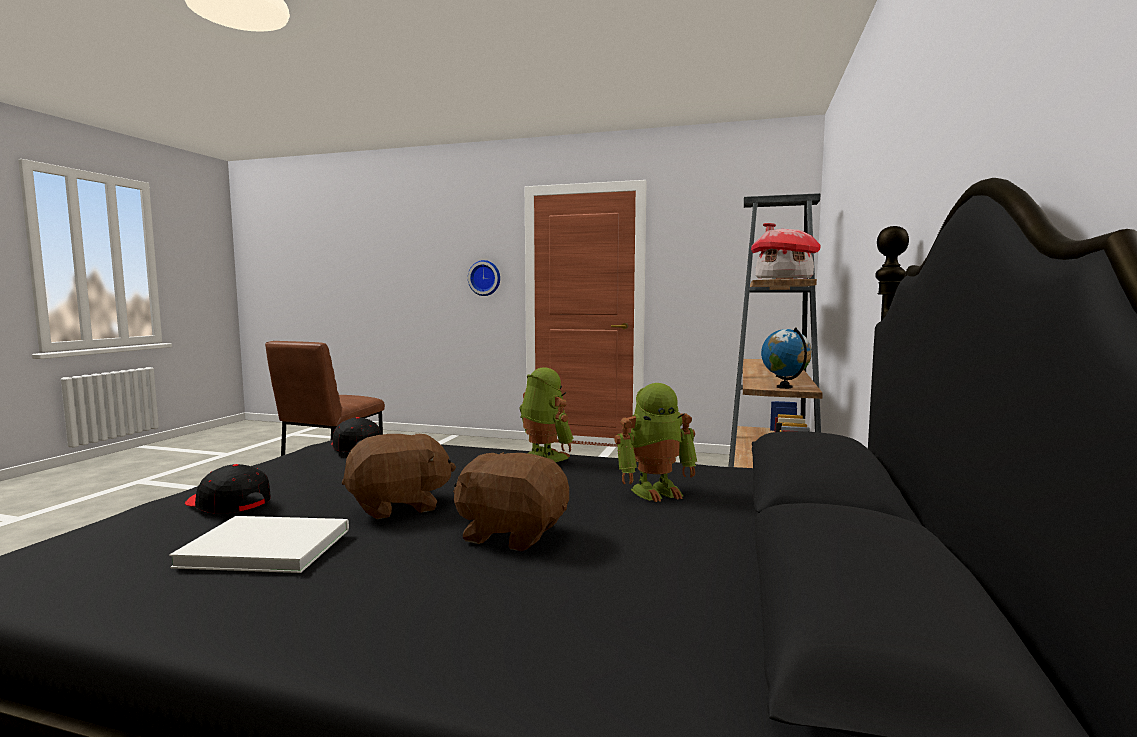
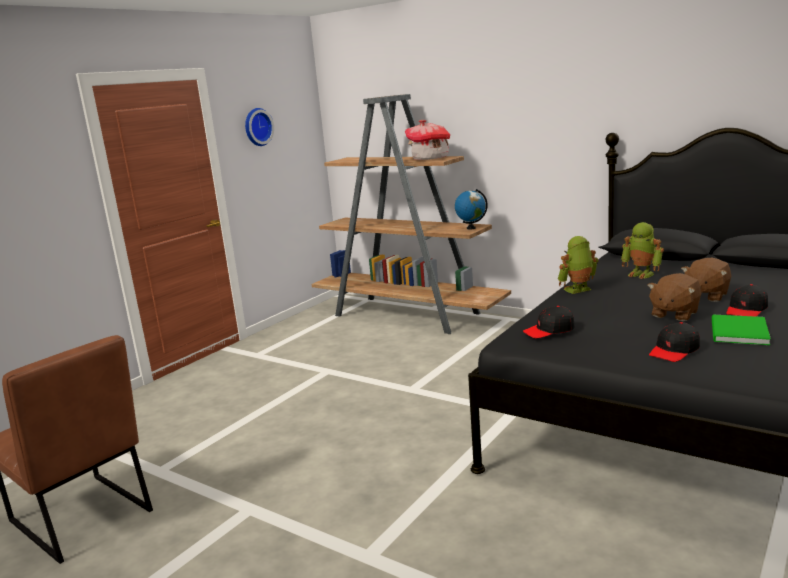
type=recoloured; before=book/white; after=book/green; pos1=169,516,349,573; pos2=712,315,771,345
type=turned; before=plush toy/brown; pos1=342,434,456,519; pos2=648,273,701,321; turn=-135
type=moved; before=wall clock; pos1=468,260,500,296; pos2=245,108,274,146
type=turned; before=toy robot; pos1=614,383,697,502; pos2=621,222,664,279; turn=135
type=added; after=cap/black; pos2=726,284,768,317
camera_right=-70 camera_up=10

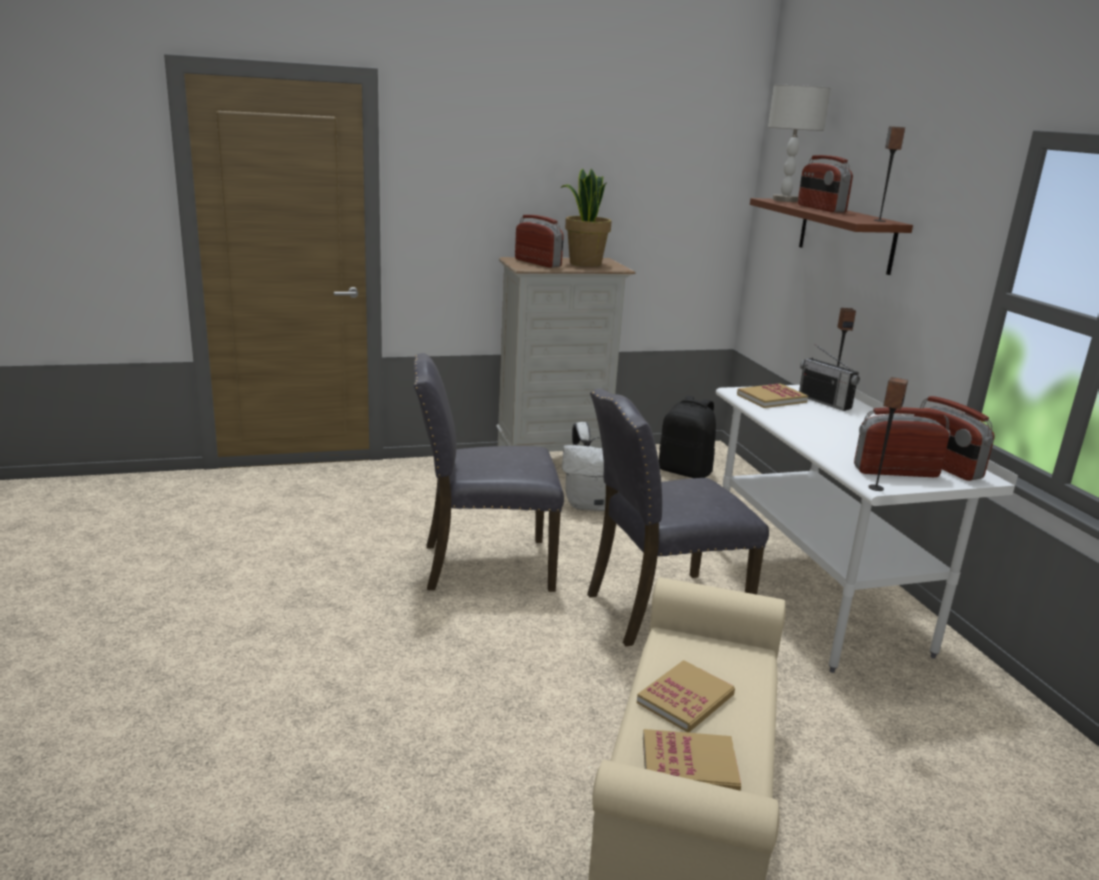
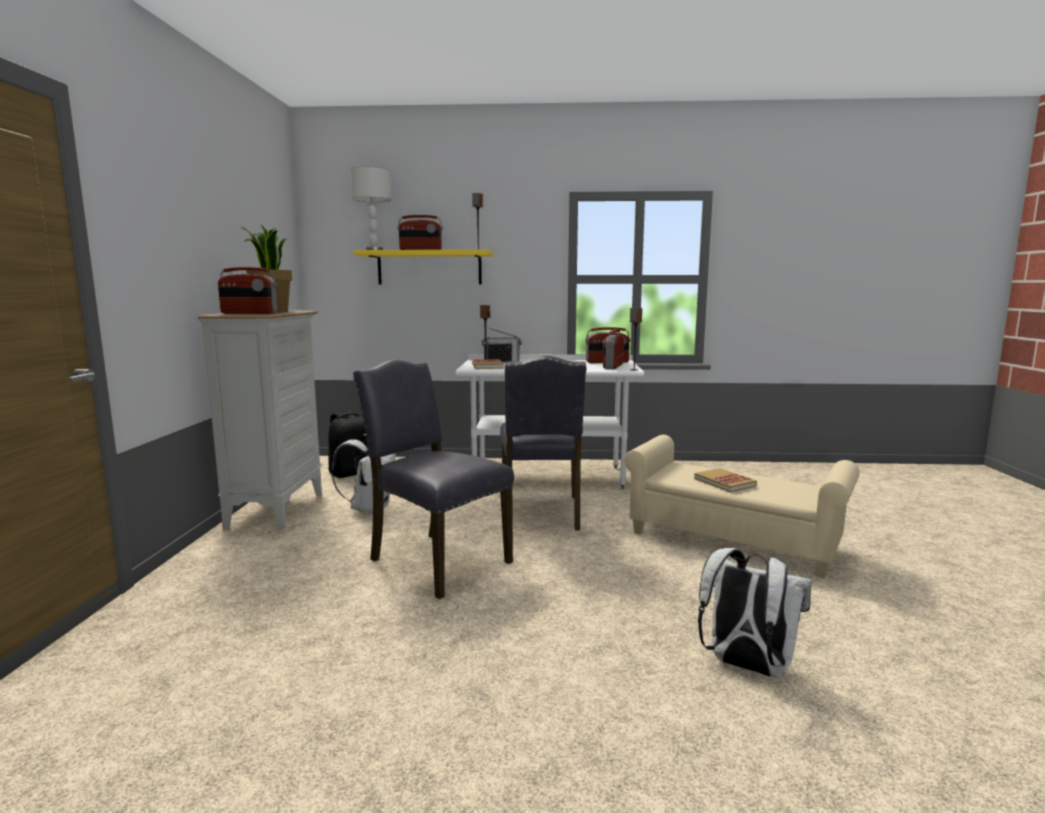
type=turned; before=chair/grey; pos1=414,353,564,592; pos2=353,360,514,599; turn=120
type=turned; before=radio; pos1=515,215,564,268; pos2=218,267,278,314; turn=-150
type=removed; before=book; pos1=643,729,741,791
type=recoloured; before=shelf/brown; after=shelf/yellow; pos1=750,198,913,275; pos2=354,250,493,285
type=added; after=backpack/white; pos2=698,548,812,677
camera_right=-70 camera_up=-10

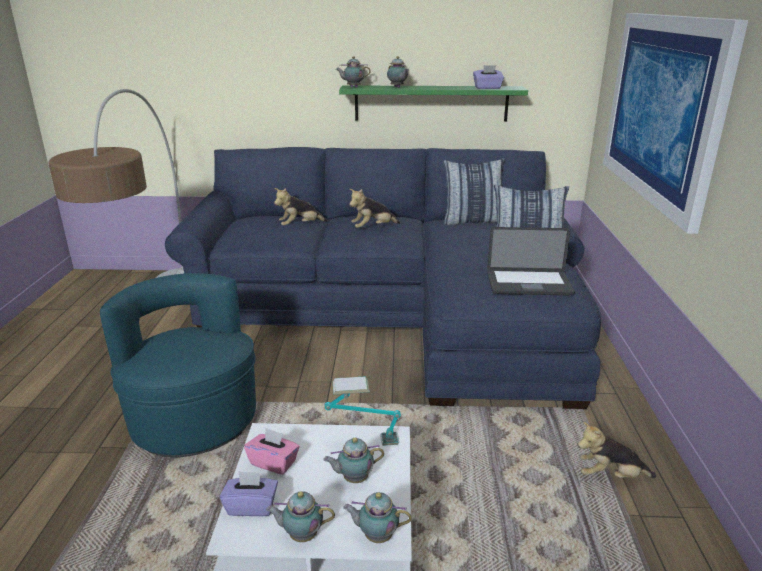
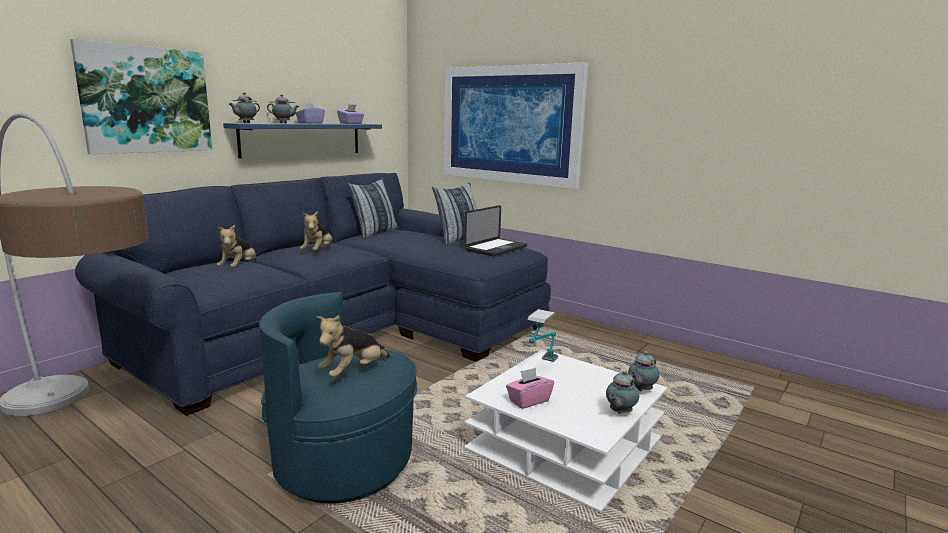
type=moved; before=tissue box/purple; pos1=220,471,278,516; pos2=295,103,325,124
type=removed; before=teapot; pos1=323,437,384,483
type=recoloured; before=shelf/green; after=shelf/blue; pos1=339,85,528,121; pos2=223,123,382,159
type=moved; before=plush toy; pos1=578,422,656,478; pos2=316,315,390,377
type=added; after=picture; pos2=70,39,212,154
camera_right=-55 camera_up=-10

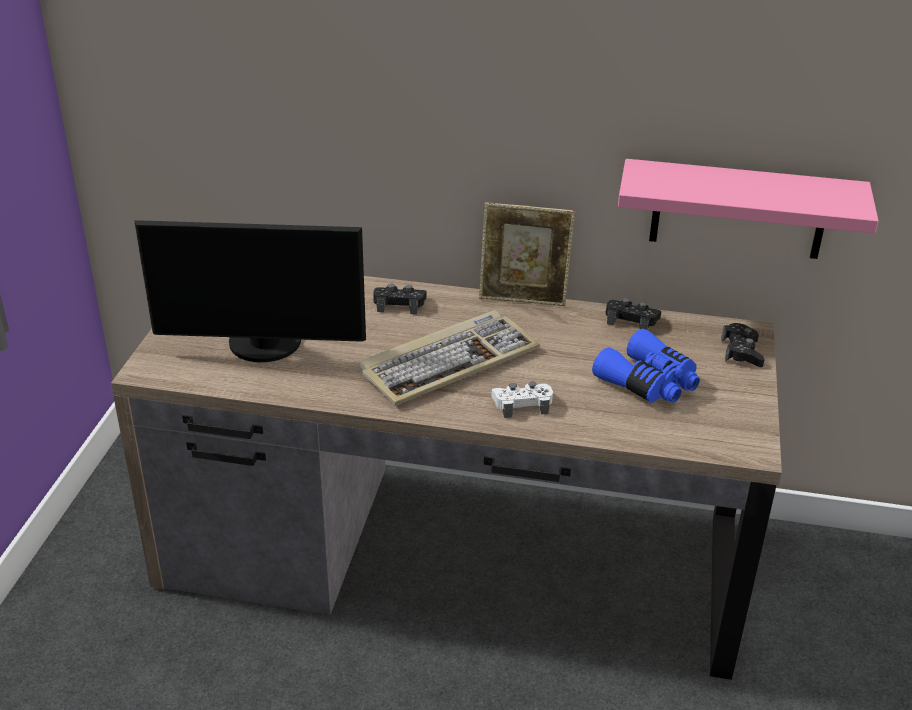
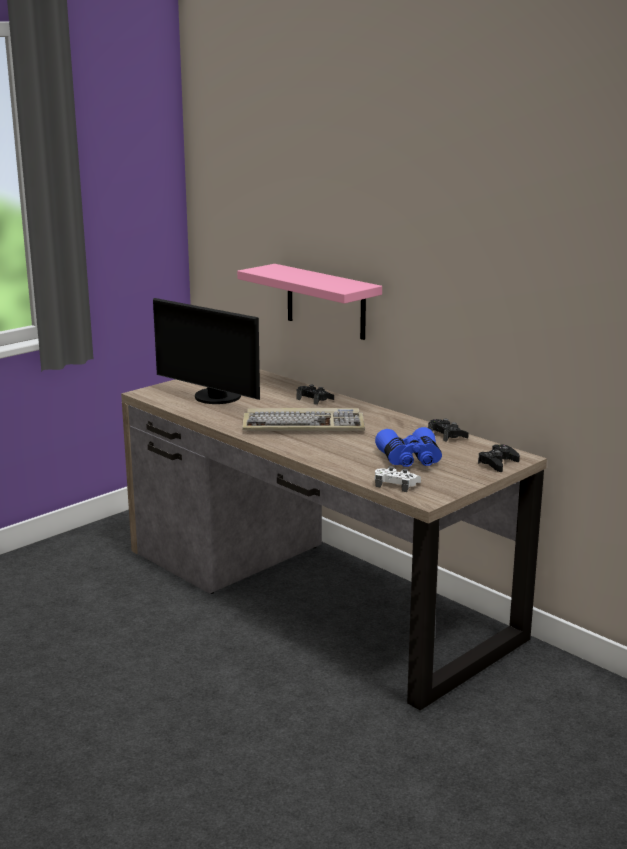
type=removed; before=picture frame; pos1=479,202,575,306
type=moved; before=game controller/white; pos1=491,382,553,418; pos2=375,466,421,492
type=moved; before=shelf/pink; pos1=618,159,878,259; pos2=237,264,382,340
camera_right=35 camera_up=-15

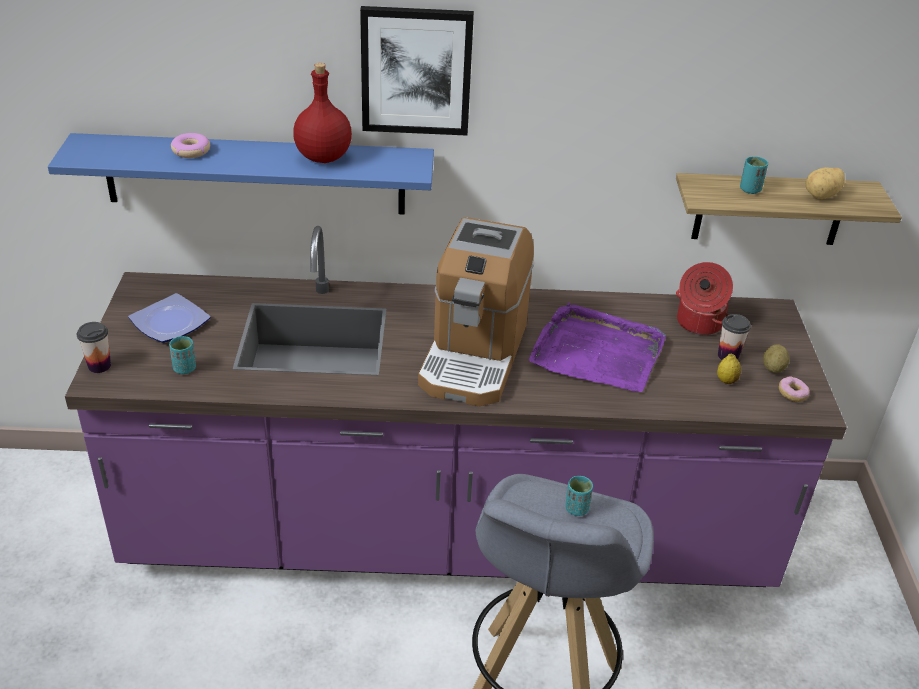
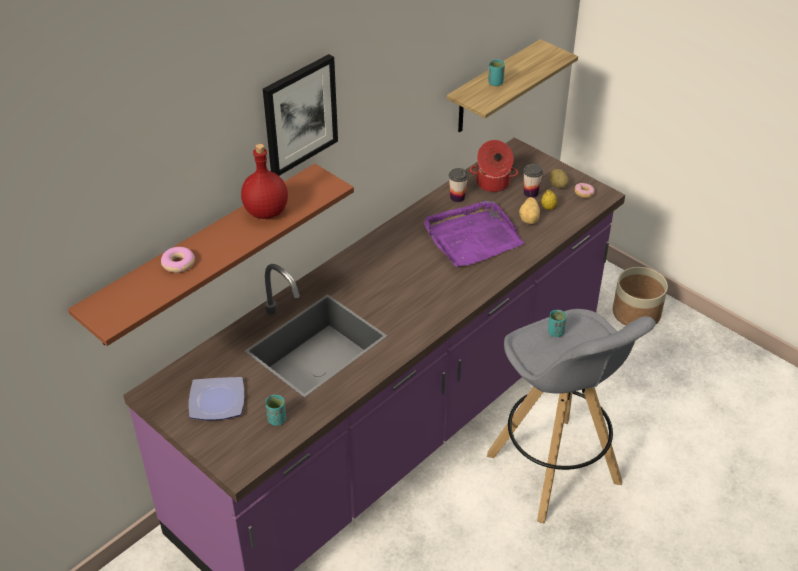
type=recoloured; before=shelf/blue; after=shelf/brown; pos1=48,133,434,215; pos2=68,164,354,346
type=moved; before=cup; pos1=77,322,111,373; pos2=449,168,468,202
type=removed; before=coffee machine; pos1=418,217,534,407
type=moved; before=potato; pos1=805,167,845,199; pos2=519,197,540,224
type=added; after=planter; pos2=613,267,668,326
camera_right=-45 camera_up=5

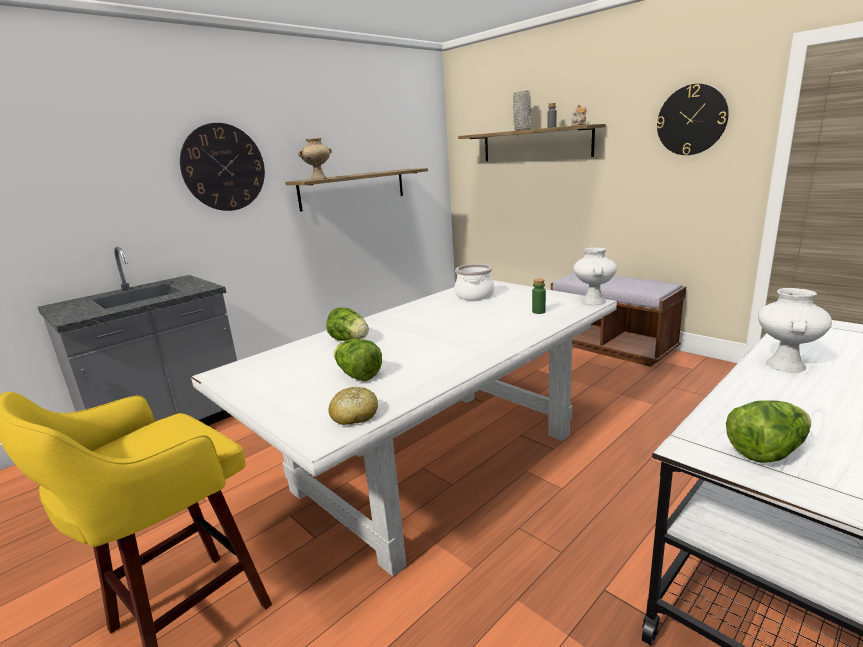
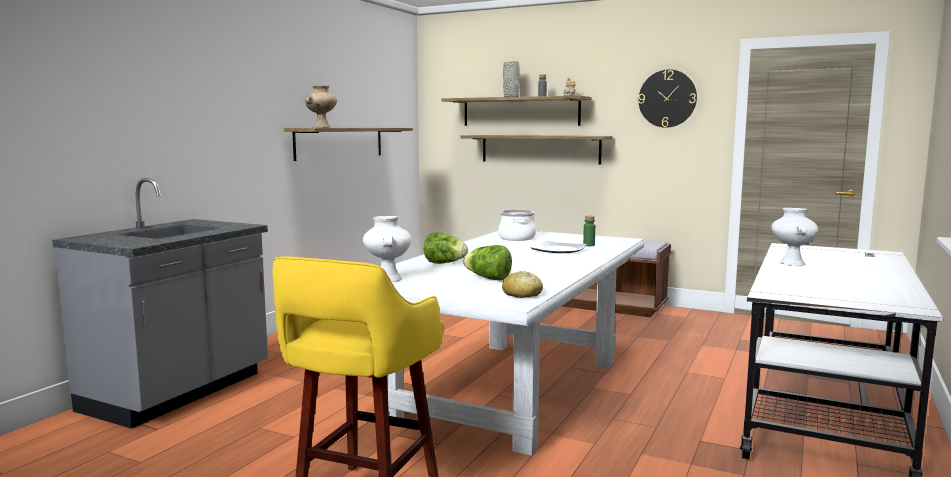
type=removed; before=wall clock; pos1=180,123,265,211
type=moved; before=vase/white; pos1=573,248,617,305; pos2=363,216,412,282
type=removed; before=lettuce; pos1=726,400,811,463
type=added; after=shelf; pos2=460,135,612,164
type=added; after=plate; pos2=530,241,587,253
camera_right=-20 camera_up=-10

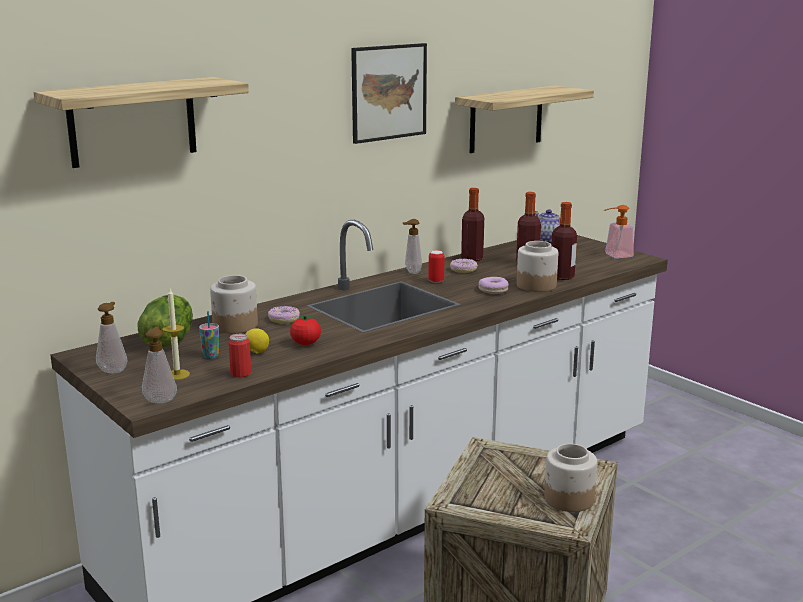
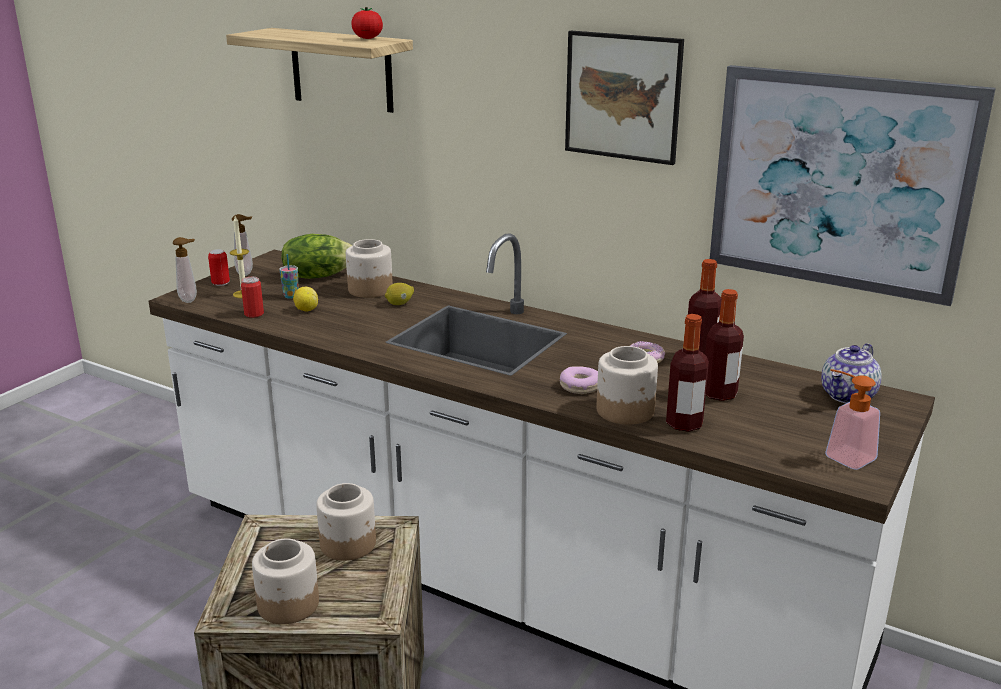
type=replaced; before=donut; after=lemon; pos1=268,306,300,324; pos2=385,283,414,305
type=moved; before=tomato; pos1=290,315,321,345; pos2=352,7,383,39
type=removed; before=soap dispenser; pos1=403,219,422,274
type=moved; before=can; pos1=428,250,445,283; pos2=208,249,230,286
type=replaced; before=shelf; after=picture; pos1=455,86,594,153; pos2=710,65,996,306
type=added; after=jar; pos2=316,483,376,561
camera_right=70 camera_up=5

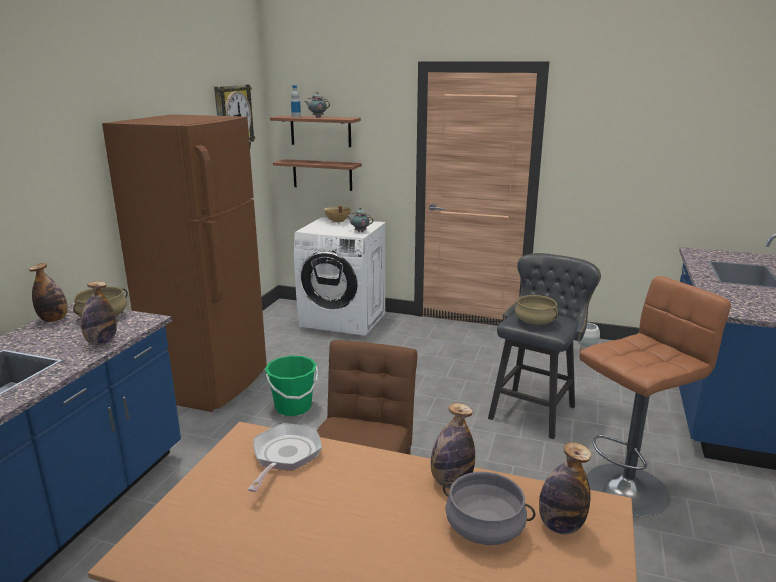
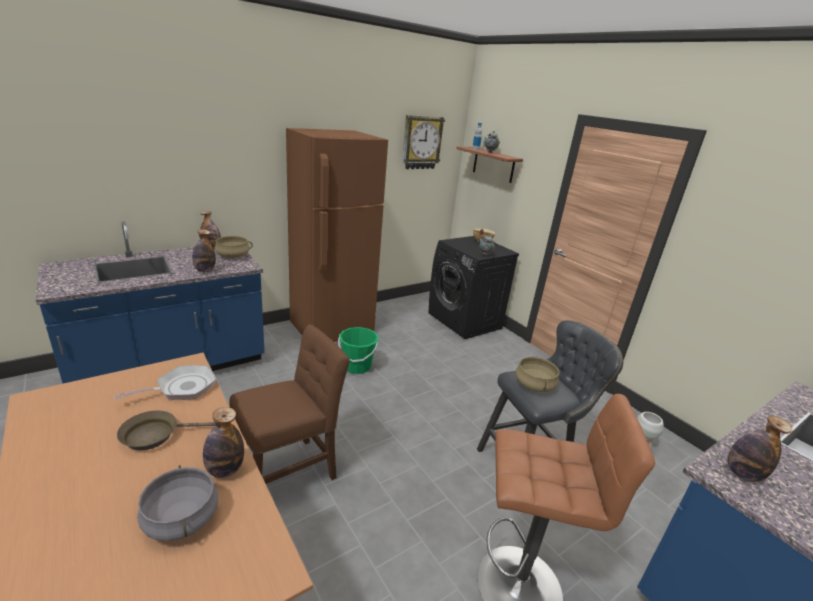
type=removed; before=shelf; pos1=273,159,362,191
type=recoloured; before=washing machine/white; after=washing machine/black; pos1=294,217,386,336; pos2=429,236,519,339
type=moved; before=bottle; pos1=539,442,592,534; pos2=727,416,792,482
type=added; after=frying pan/brown; pos2=117,410,216,450
camera_right=35 camera_up=5

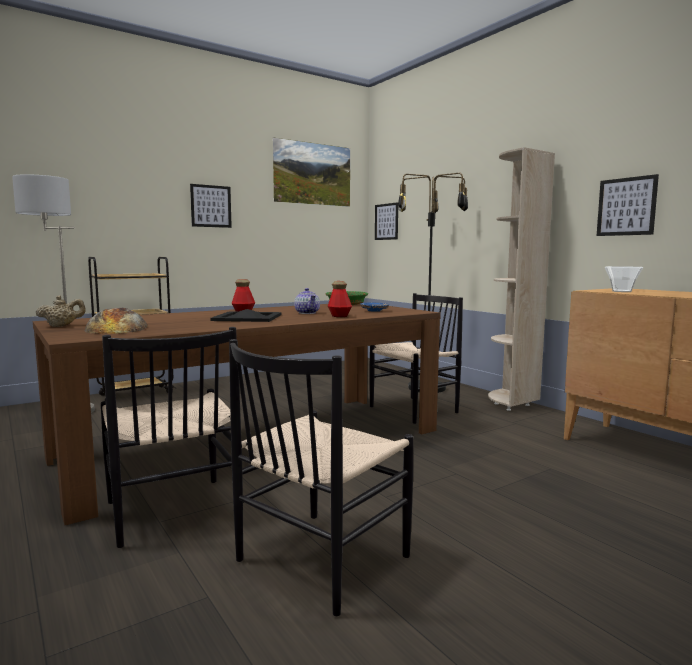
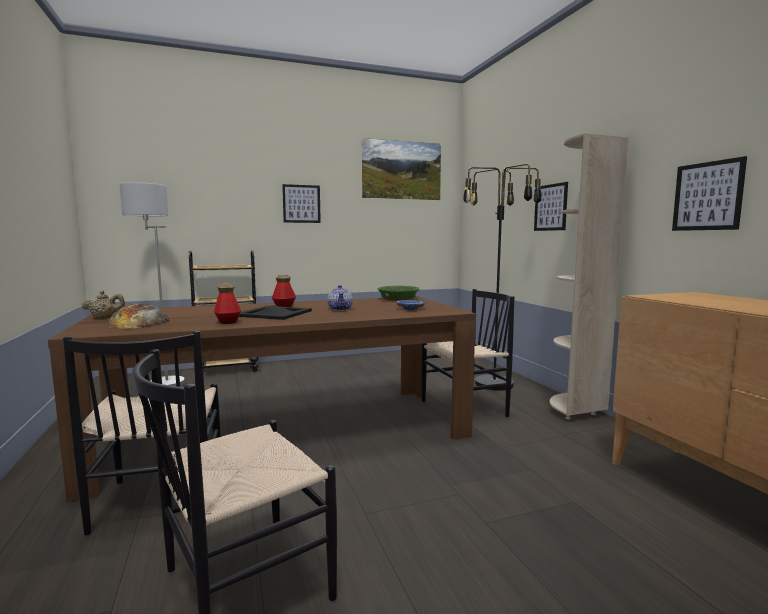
type=moved; before=bottle; pos1=328,281,352,317; pos2=214,283,241,324
type=moved; before=picture; pos1=375,202,398,240; pos2=534,182,568,231
type=removed; before=bowl; pos1=605,266,643,292
camera_right=15 camera_up=0

